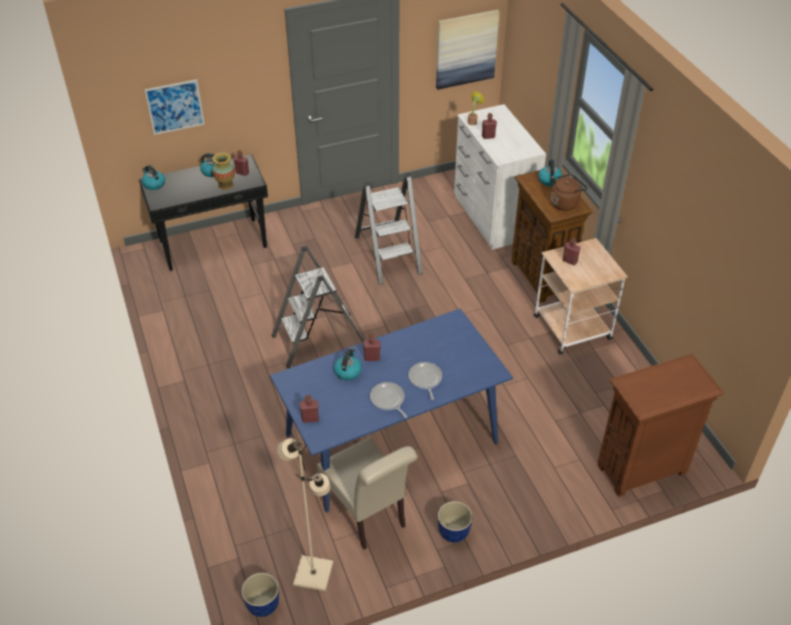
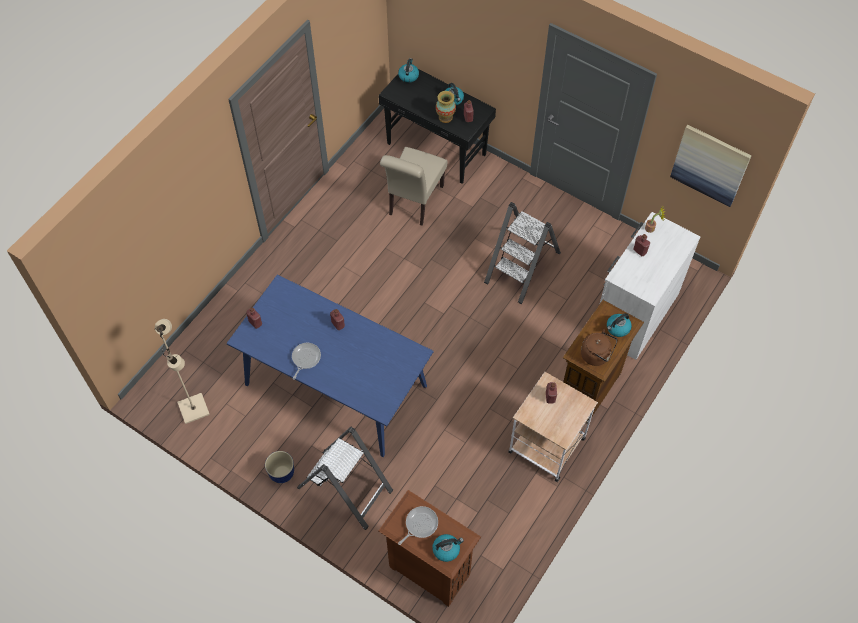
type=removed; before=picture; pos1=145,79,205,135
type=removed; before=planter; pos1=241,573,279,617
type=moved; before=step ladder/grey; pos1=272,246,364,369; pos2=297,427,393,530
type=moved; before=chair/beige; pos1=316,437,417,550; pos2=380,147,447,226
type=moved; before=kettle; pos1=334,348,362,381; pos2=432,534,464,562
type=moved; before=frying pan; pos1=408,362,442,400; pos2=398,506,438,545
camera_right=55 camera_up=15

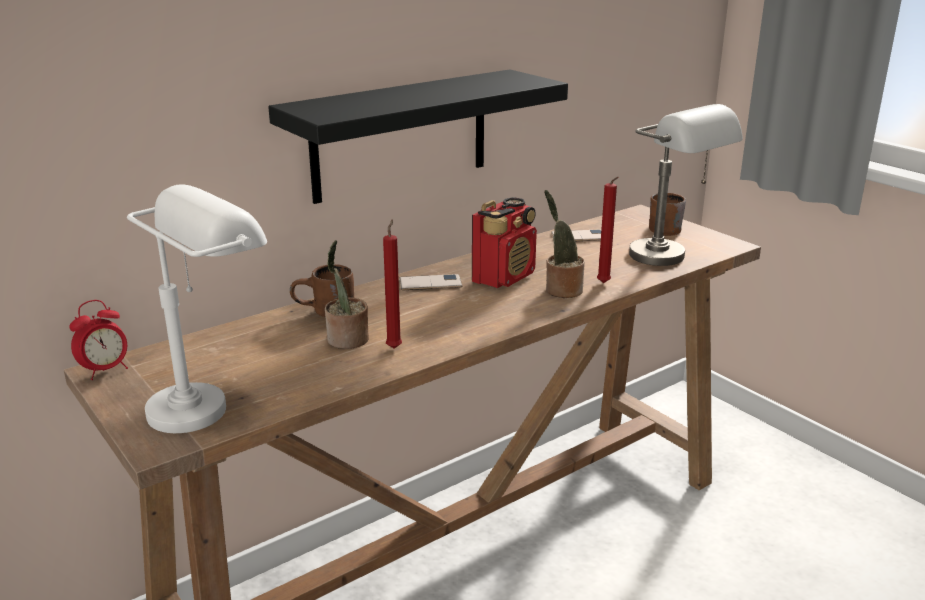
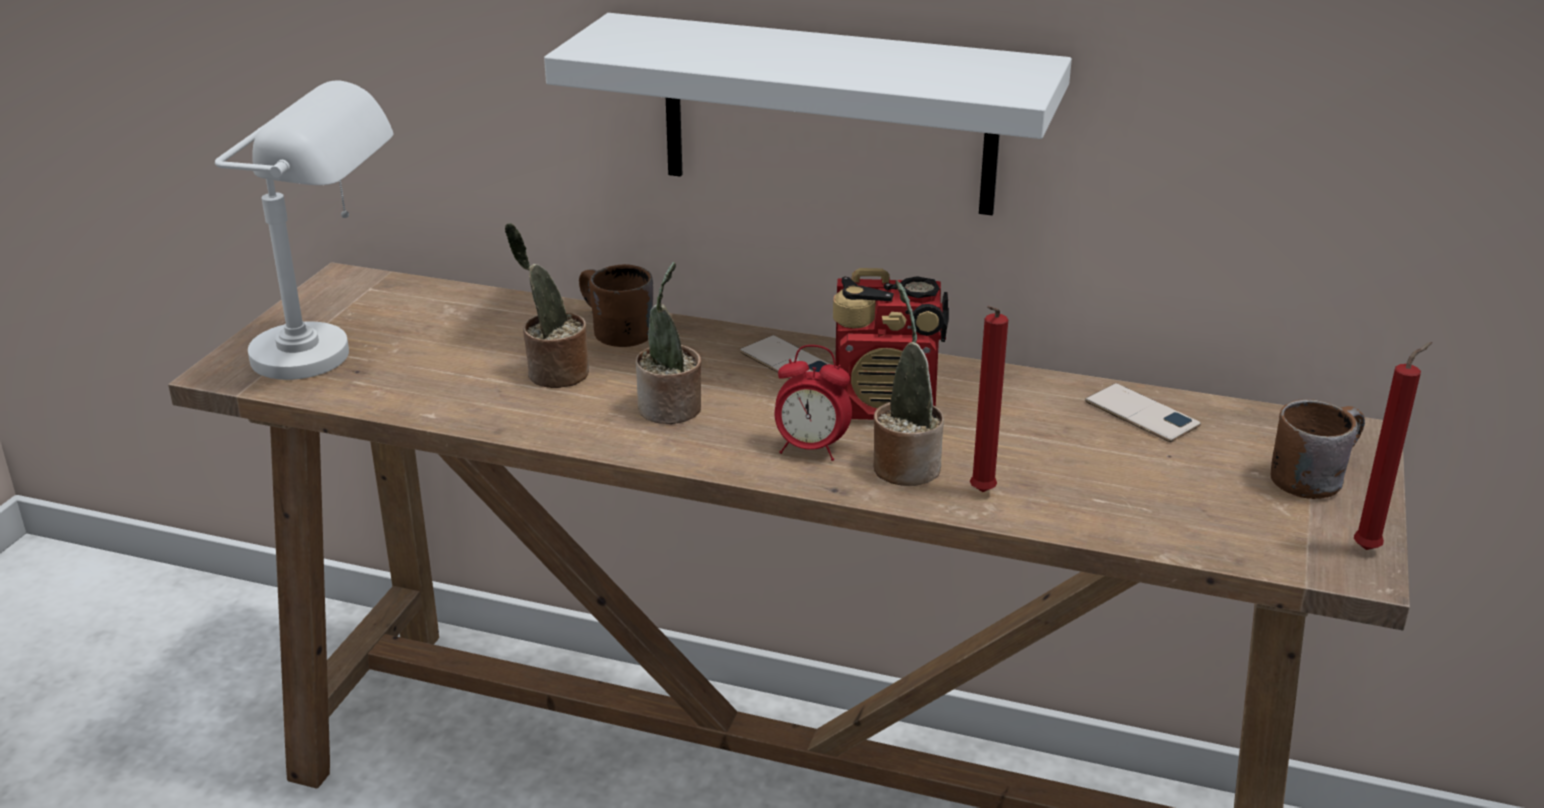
type=moved; before=alarm clock; pos1=69,300,128,380; pos2=775,345,852,461
type=recoloured; before=shelf/black; after=shelf/white; pos1=268,69,568,204; pos2=544,13,1072,215
type=moved; before=candle/red; pos1=383,219,402,348; pos2=1354,342,1432,550
type=removed; before=table lamp/grey; pos1=629,104,743,266
type=added; after=potted plant; pos2=636,262,701,424
camera_right=55 camera_up=5

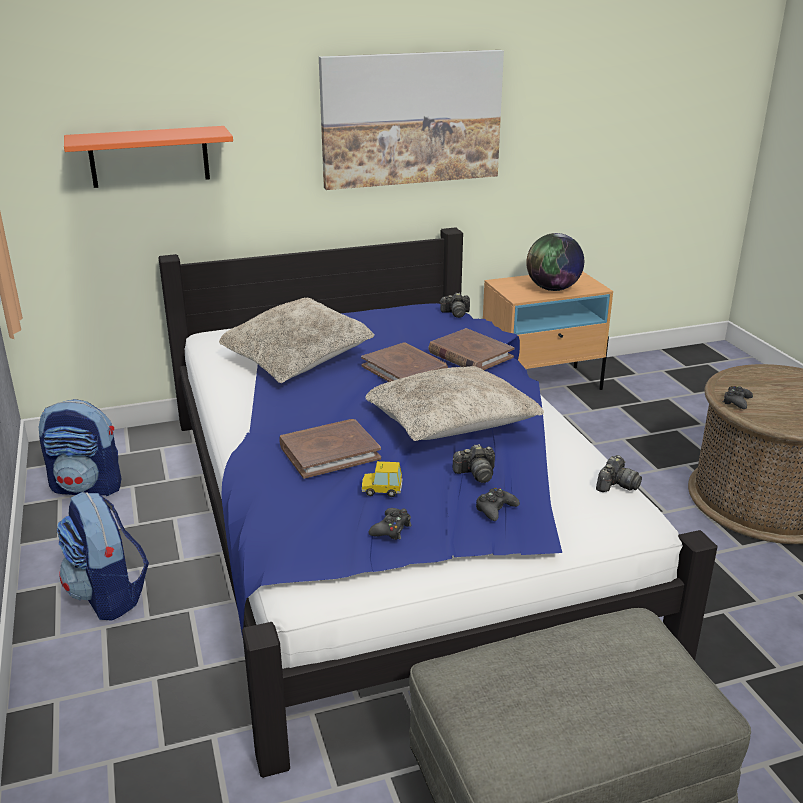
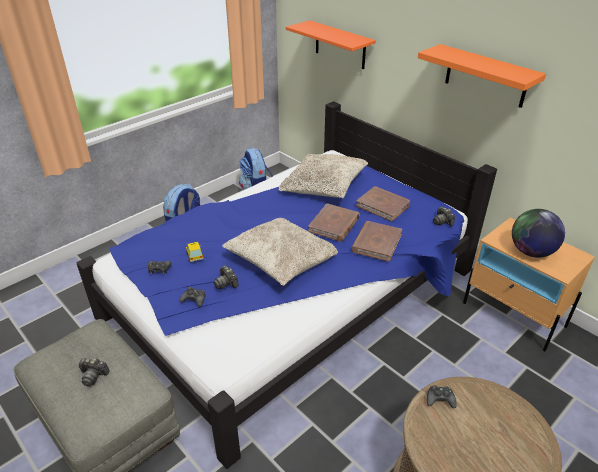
type=moved; before=book/brown; pos1=279,419,381,479; pos2=356,186,410,221
type=replaced; before=picture; after=shelf/orange; pos1=319,50,504,190; pos2=418,44,546,108
type=moved; before=photo camera; pos1=596,455,642,492; pos2=79,358,110,387
camera_right=65 camera_up=10

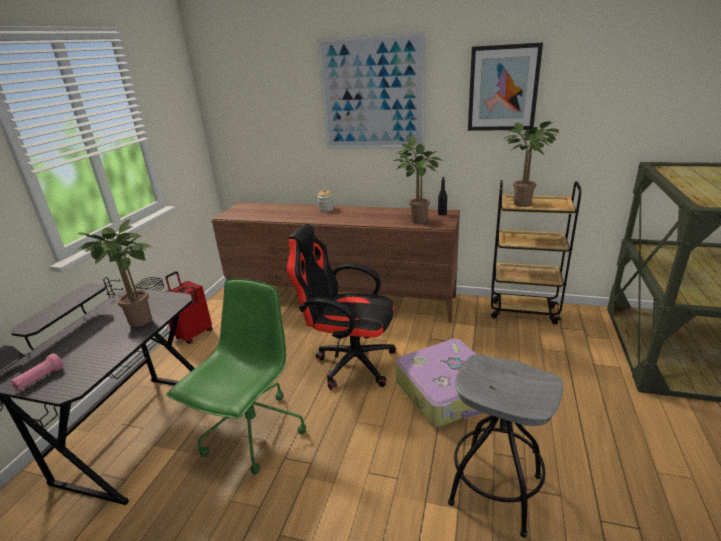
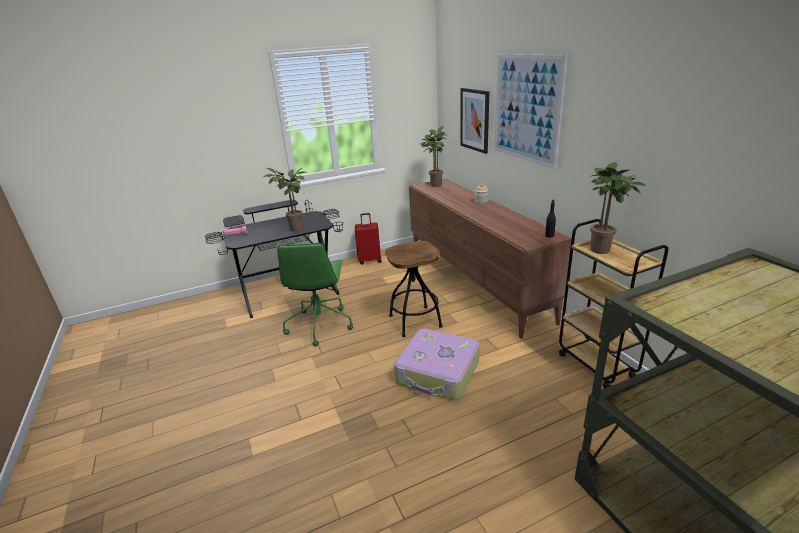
type=turned; before=office chair/green; pos1=166,278,306,474; pos2=277,243,353,346; turn=105
type=replaced; before=office chair/black; after=stool/brown; pos1=287,224,396,390; pos2=385,241,443,337
type=moved; before=potted plant; pos1=393,137,443,223; pos2=419,126,448,187
type=removed; before=stool/grey; pos1=448,354,563,538
type=moved; before=picture; pos1=468,42,543,131; pos2=460,88,489,154
camera_right=50 camera_up=0

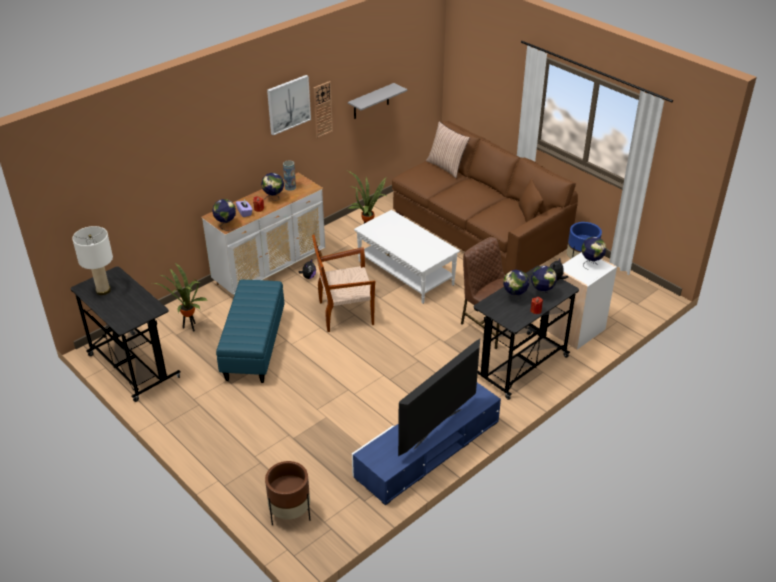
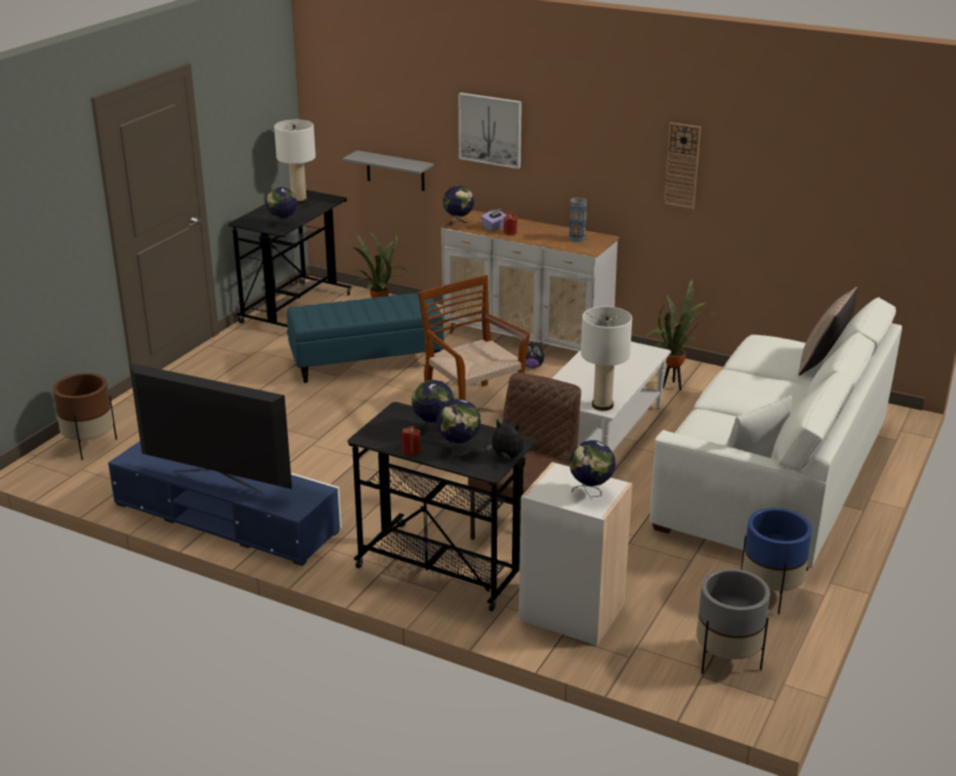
type=moved; before=globe; pos1=261,173,284,201; pos2=266,187,297,228
type=moved; before=picture; pos1=267,75,311,135; pos2=458,93,522,169
type=moved; before=shelf/grey; pos1=348,83,408,119; pos2=342,150,434,191
type=recoloured; before=sofa/brown; after=sofa/white; pos1=392,121,578,275; pos2=650,297,902,571
type=added; after=table lamp/white; pos2=581,306,632,411
type=added; after=planter/grey; pos2=696,569,770,674
camera_right=70 camera_up=-10

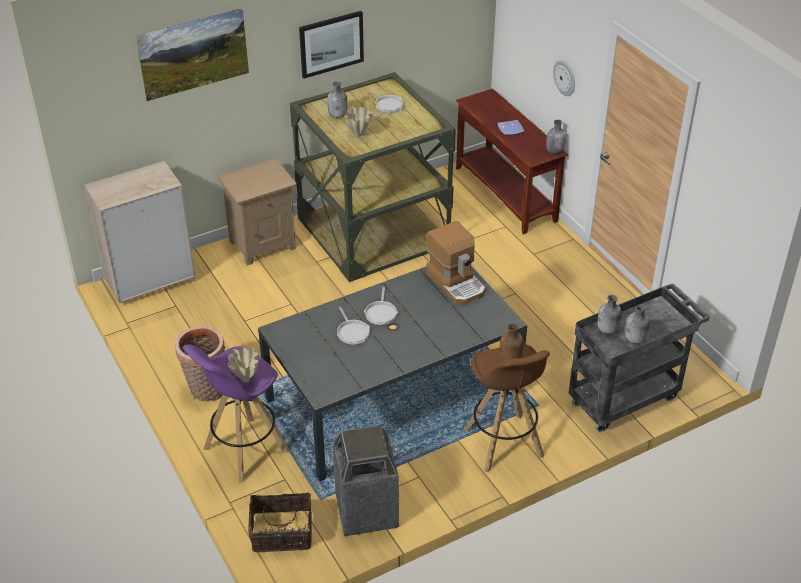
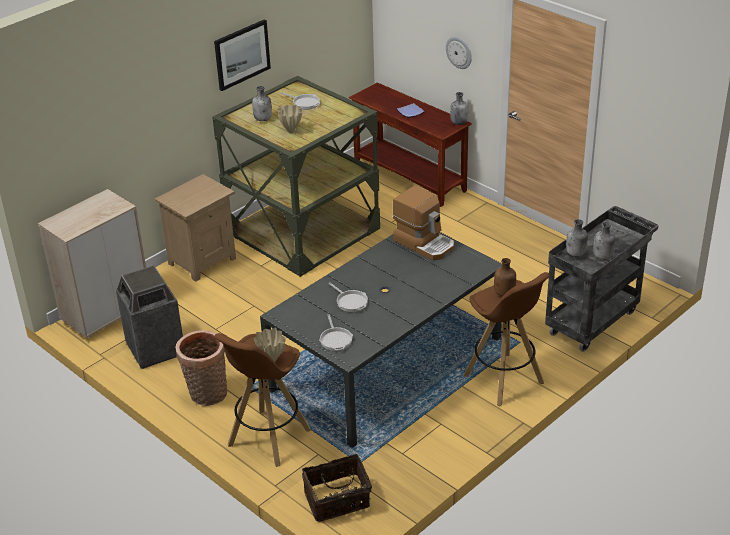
type=removed; before=picture; pos1=136,8,249,101
type=recoloured; before=stool/purple; after=stool/brown; pos1=183,344,289,483; pos2=214,333,311,467
type=moved; before=trash can; pos1=332,425,399,536; pos2=116,265,183,369
type=moved; before=frying pan; pos1=364,286,398,325; pos2=319,314,353,351
camera_right=-15 camera_up=-5

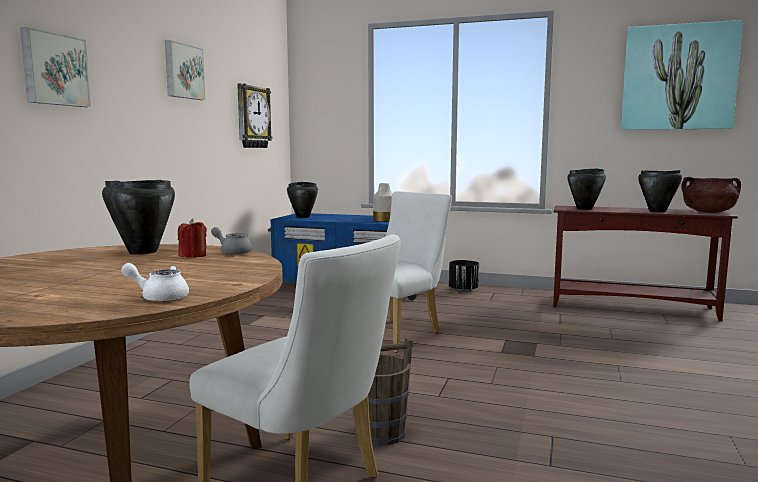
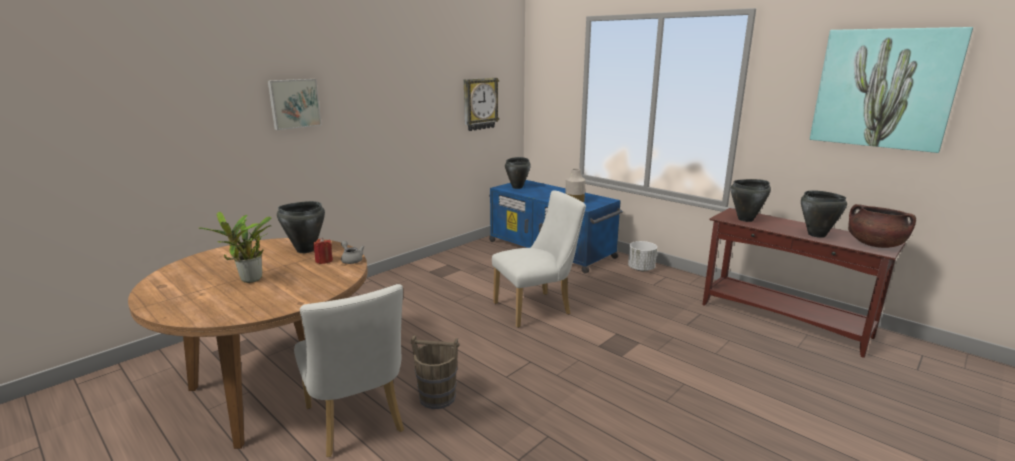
type=removed; before=teapot/white; pos1=121,263,189,302
type=removed; before=picture; pos1=165,40,205,100
type=recoloured; before=planter/black; after=planter/white; pos1=449,260,479,292; pos2=628,241,657,271
type=added; after=potted plant; pos2=198,211,272,283
camera_right=25 camera_up=10

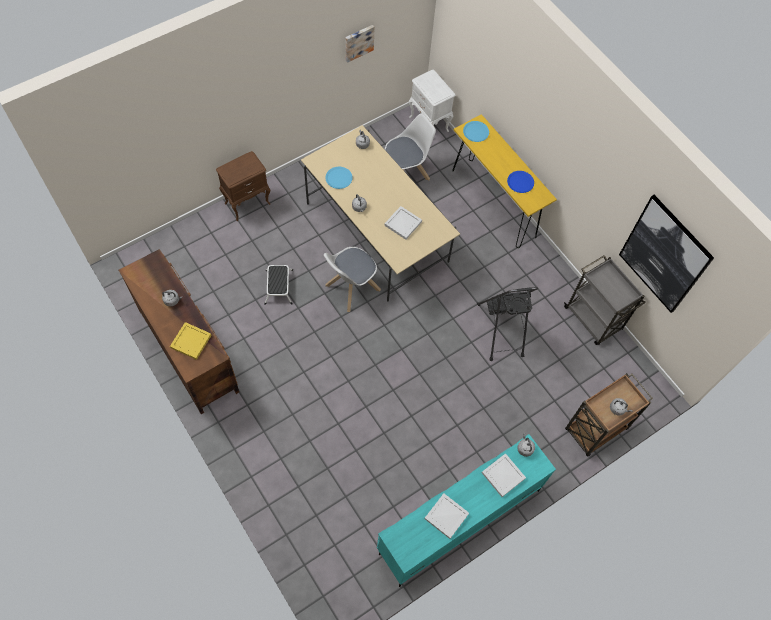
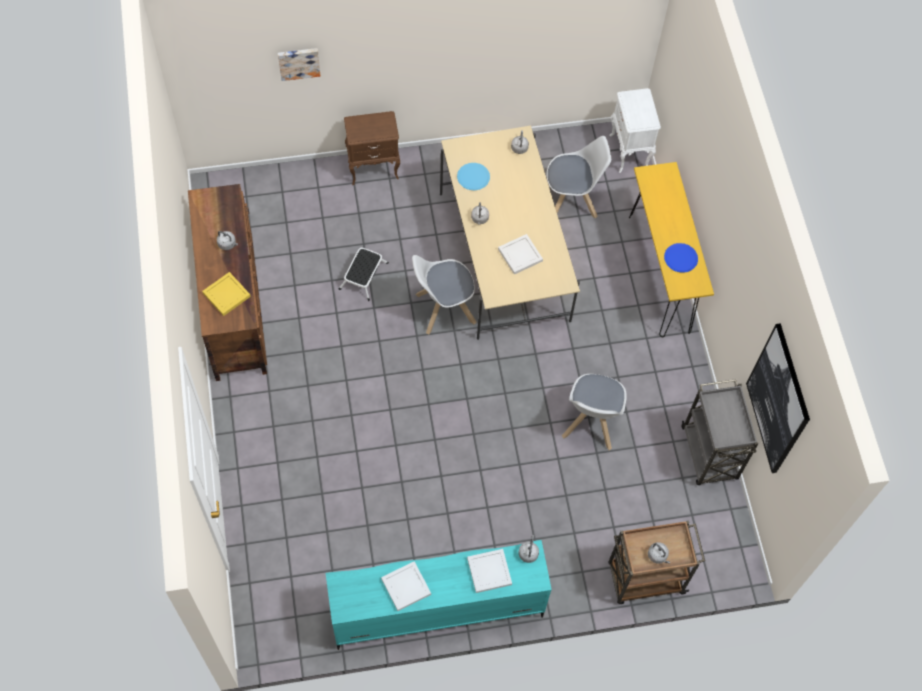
type=moved; before=picture; pos1=345,25,374,63; pos2=278,48,320,81
type=removed; before=plate/blue; pos1=463,121,489,142
type=replaced; before=step ladder; after=chair; pos1=477,287,538,361; pos2=562,374,627,450
camera_right=25 camera_up=0

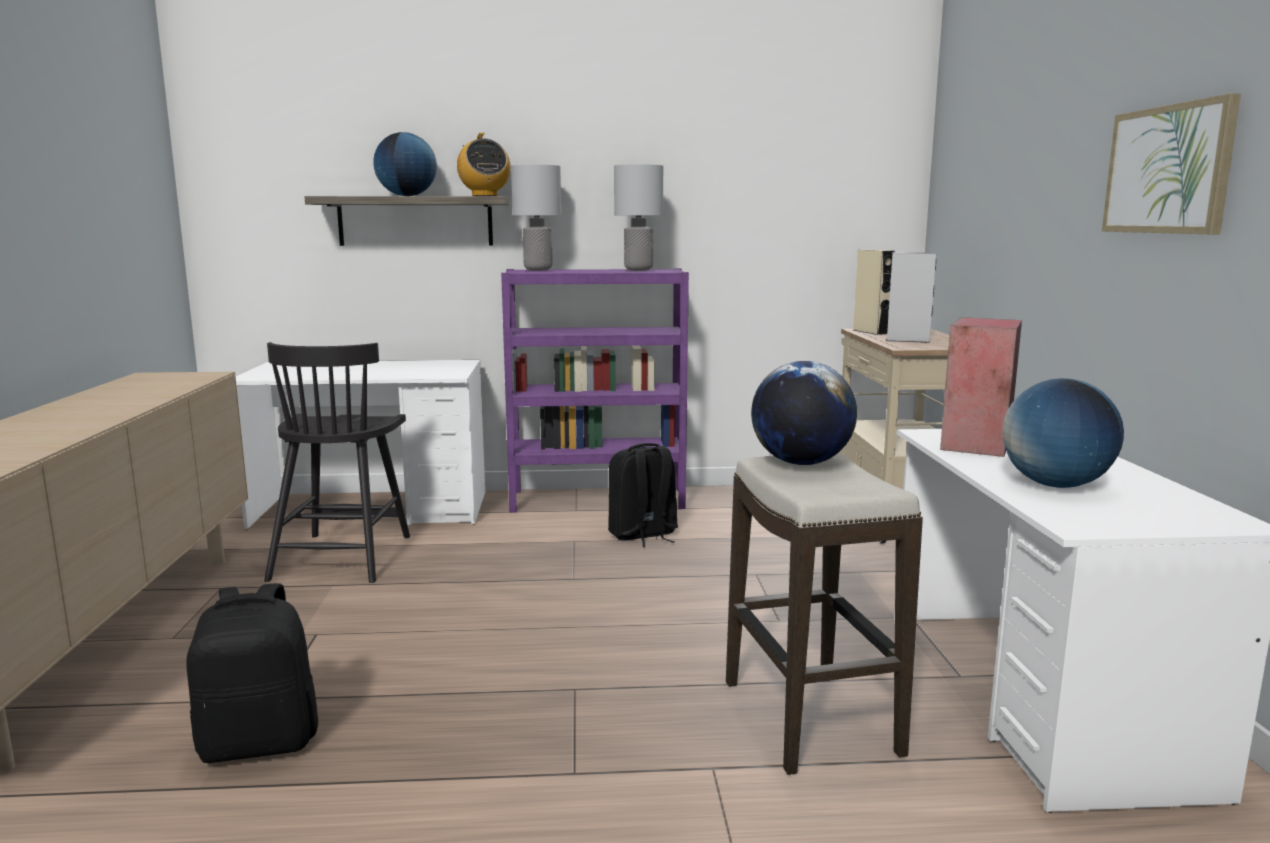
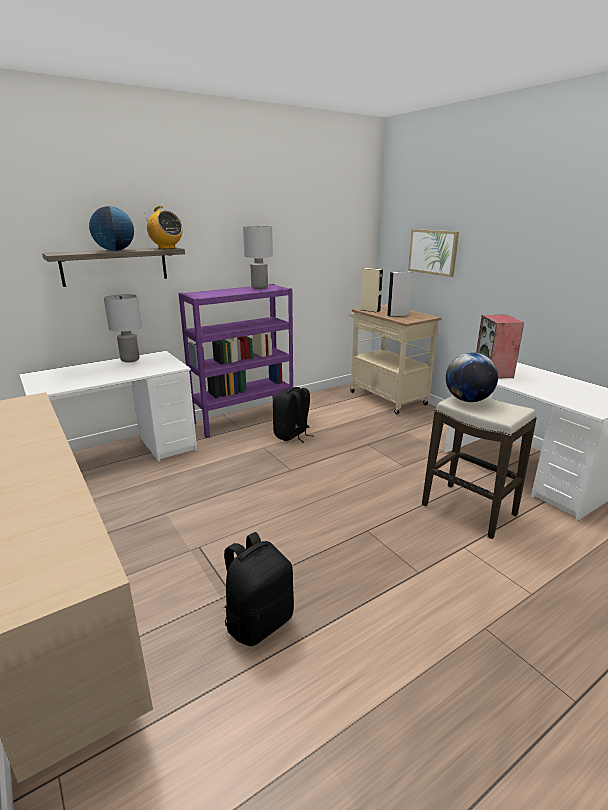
type=removed; before=chair/black; pos1=264,342,410,583
type=moved; before=table lamp/grey; pos1=511,164,561,271; pos2=104,294,142,362
type=removed; before=globe; pos1=1003,378,1124,488
type=moved; before=picture; pos1=1102,93,1241,234; pos2=408,229,459,277
camera_right=-30 camera_up=10

